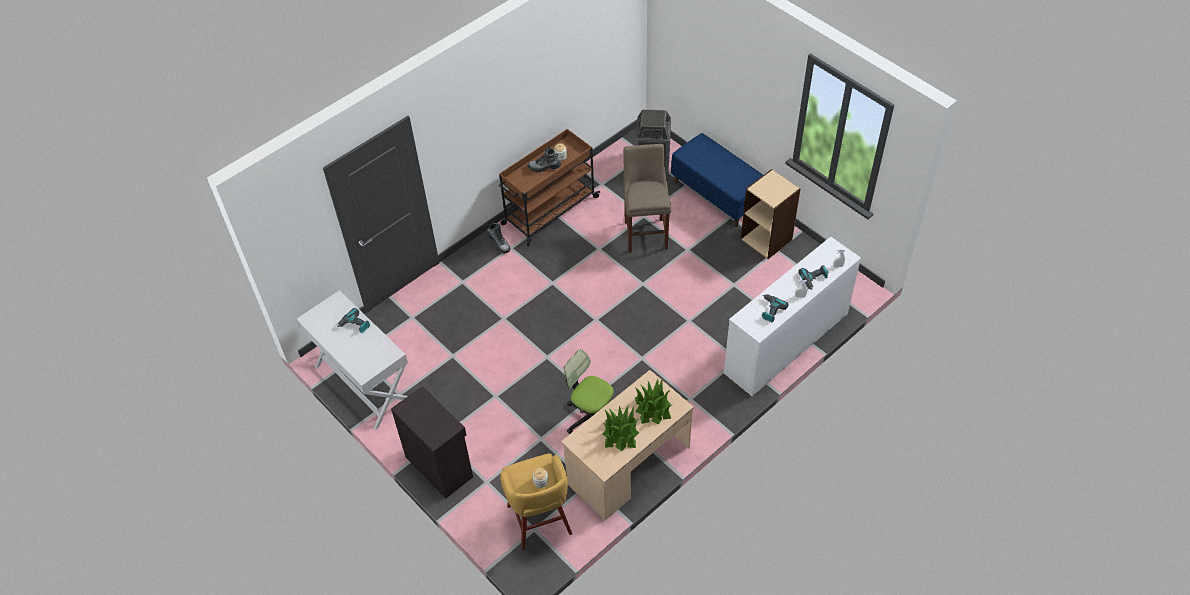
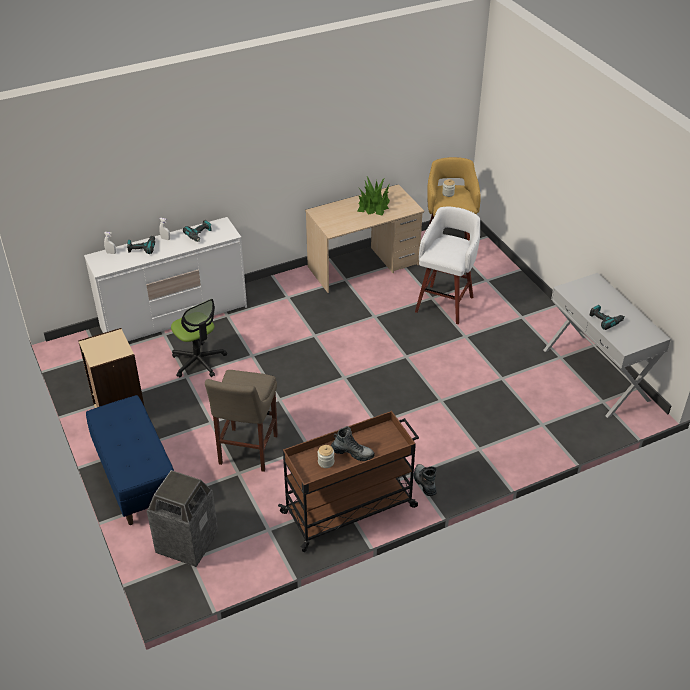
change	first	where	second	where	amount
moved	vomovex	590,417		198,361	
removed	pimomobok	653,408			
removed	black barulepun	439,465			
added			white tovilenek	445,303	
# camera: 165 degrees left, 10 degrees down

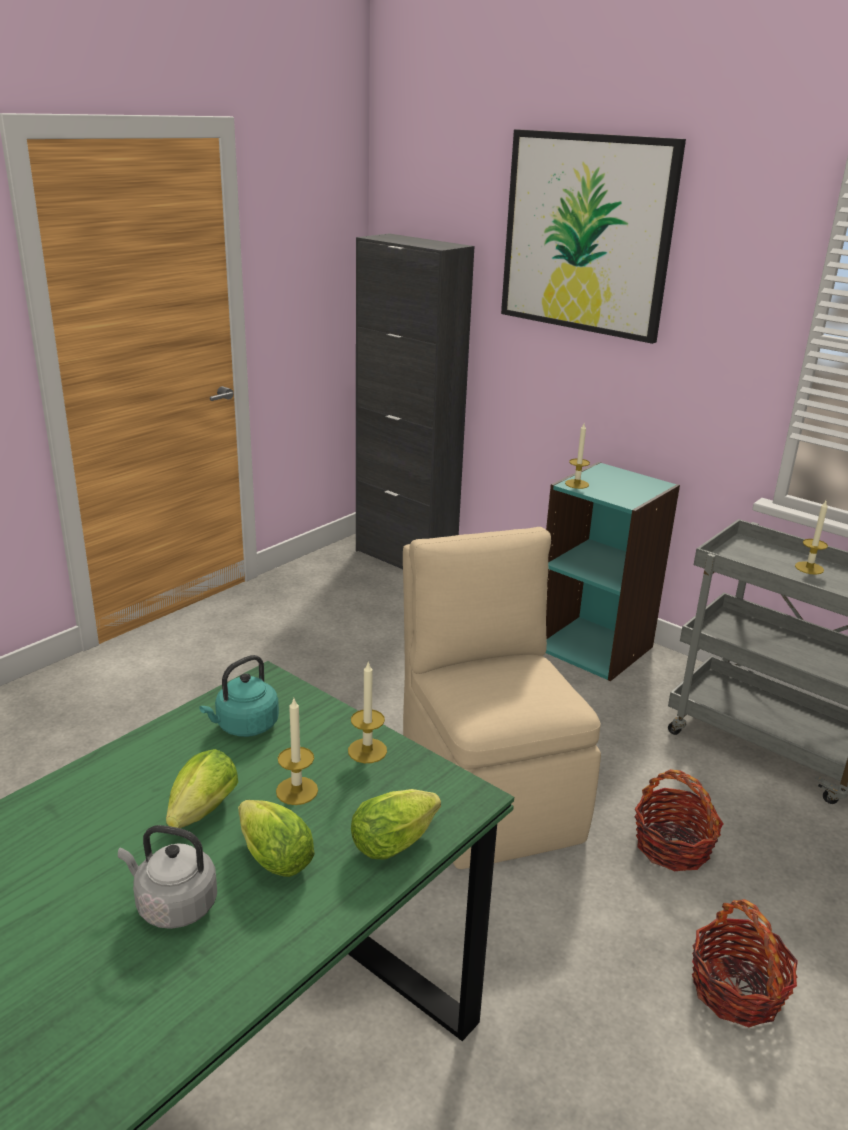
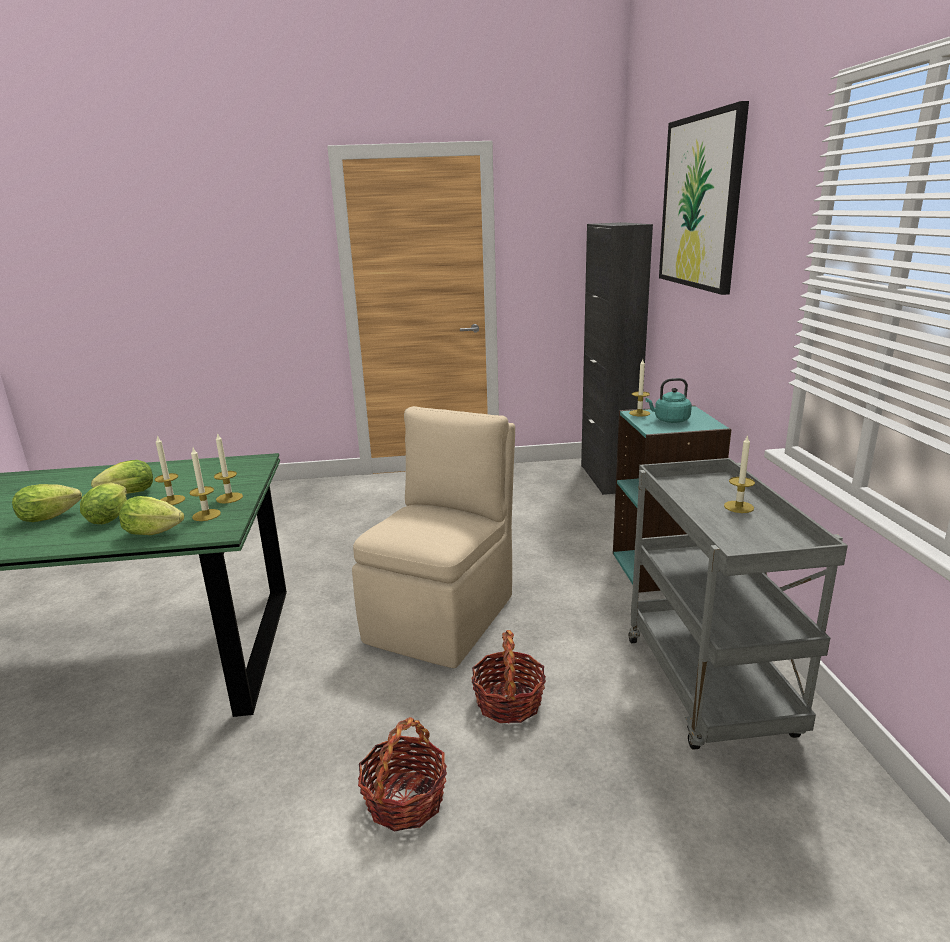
change	first	where	second	where	amount
moved	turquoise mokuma	244,726		669,420	
replaced	grey mokuma	173,905	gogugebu	53,517	
added			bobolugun	206,515	
# camera: 45 degrees right, 5 degrees down

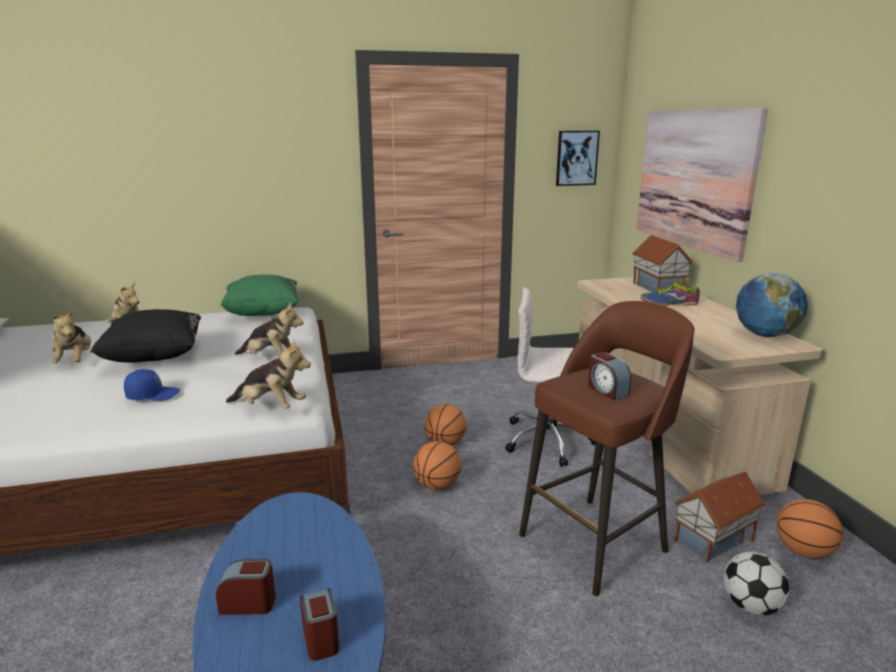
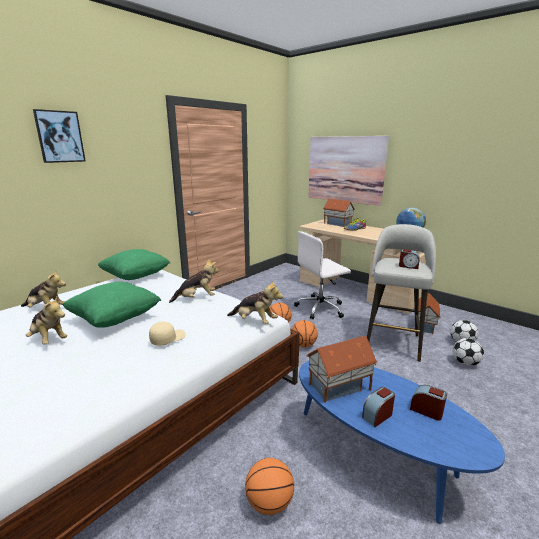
change	first	where	second	where	amount
moved	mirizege	576,158		60,137	
recoloured	brown tovilenek	596,541	grey tovilenek	392,342	
recoloured	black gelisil	154,358	green gelisil	115,319	
turned	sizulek	270,407		255,321	45 degrees clockwise
recoloured	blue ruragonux	153,395	beige ruragonux	167,338	
moved	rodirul	803,551		269,502	
added			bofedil	340,387	
added			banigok	465,363	
# camera: 35 degrees left, 0 degrees up

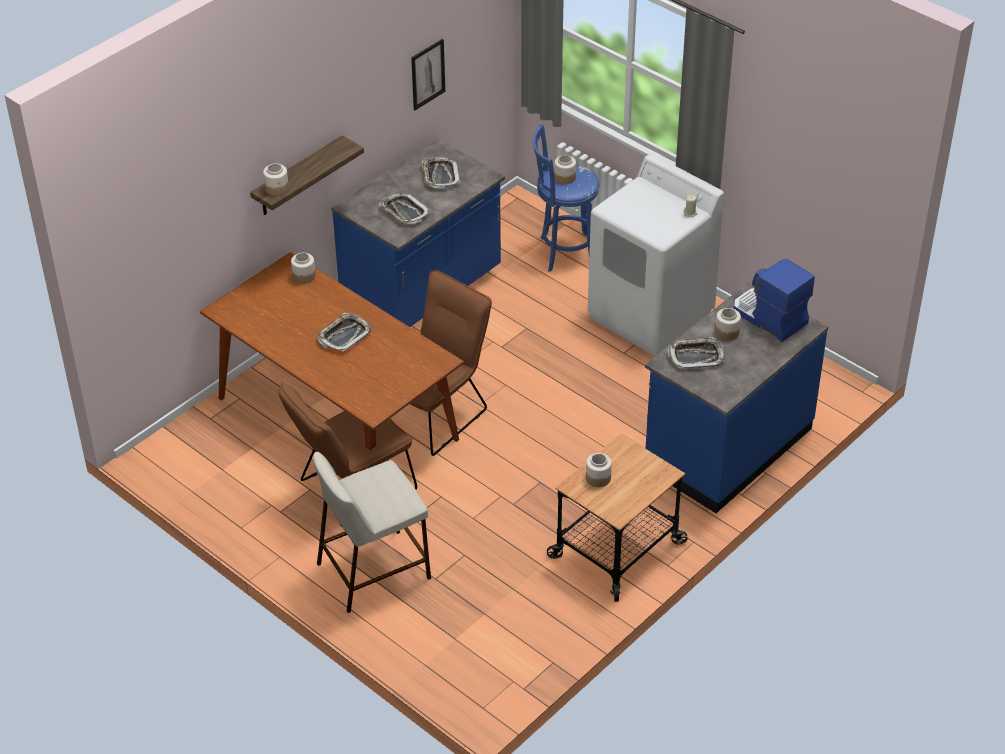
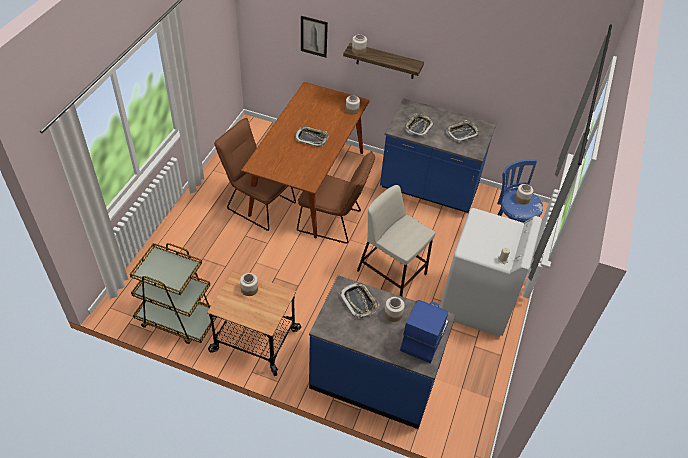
change	first	where	second	where	amount
moved	mirizege	427,74		314,36	
moved	beige tovilenek	375,570		392,272	
added			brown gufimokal	178,319	
# camera: 65 degrees right, 5 degrees up

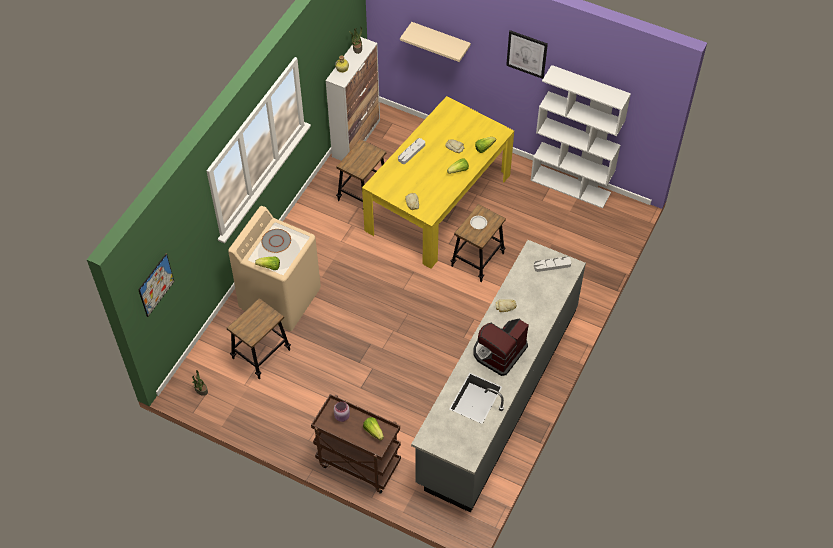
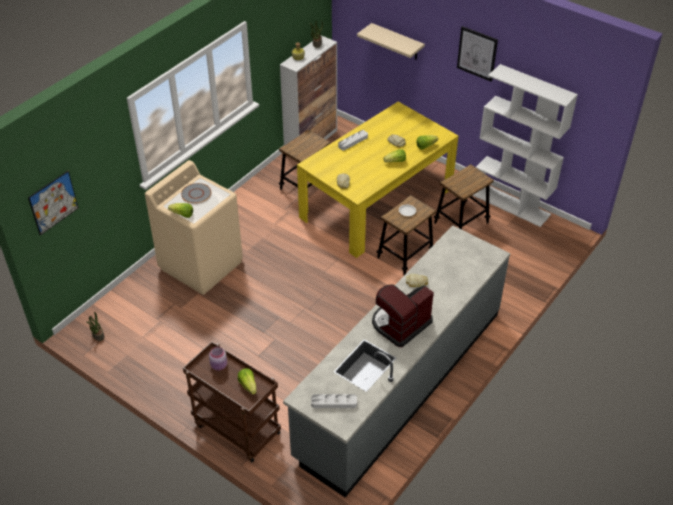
change	first	where	second	where	amount
moved	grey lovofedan	552,265		334,403	
moved	tovilenek	261,354		461,223	
# camera: 10 degrees right, 10 degrees down

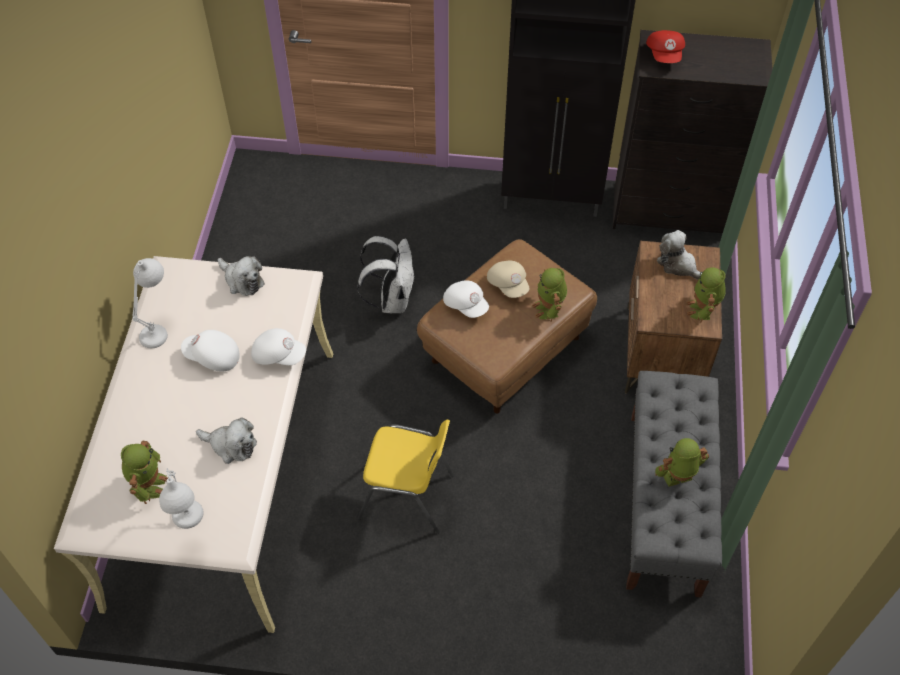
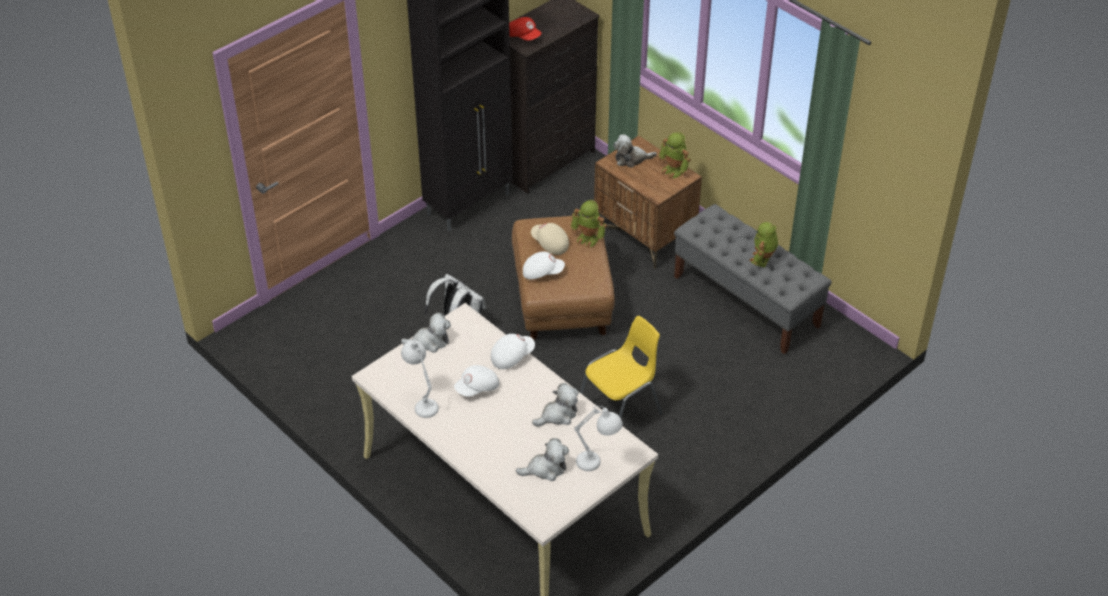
change	first	where	second	where	amount
turned	beige ruragonux	508,284		549,244	150 degrees counterclockwise
replaced	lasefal	149,484	sizulek	545,469	
# camera: 50 degrees left, 10 degrees down

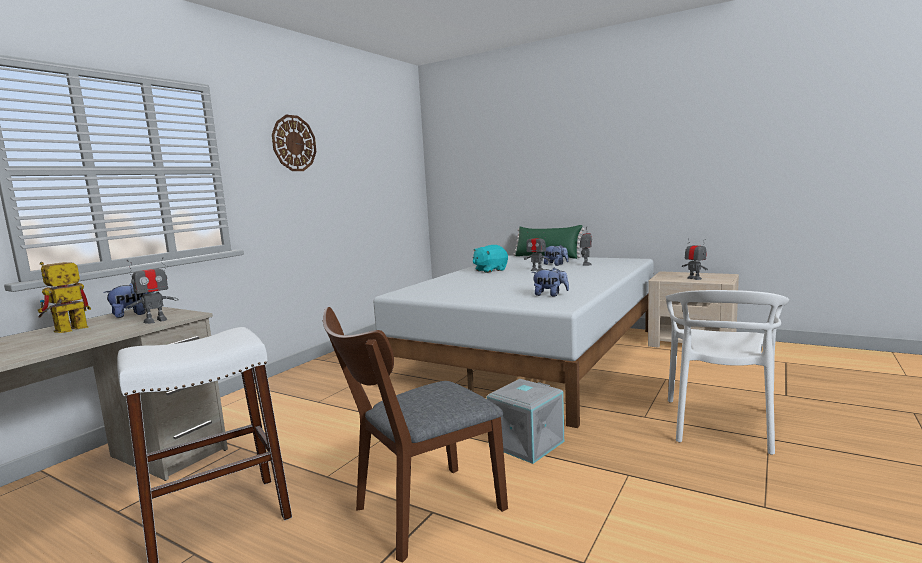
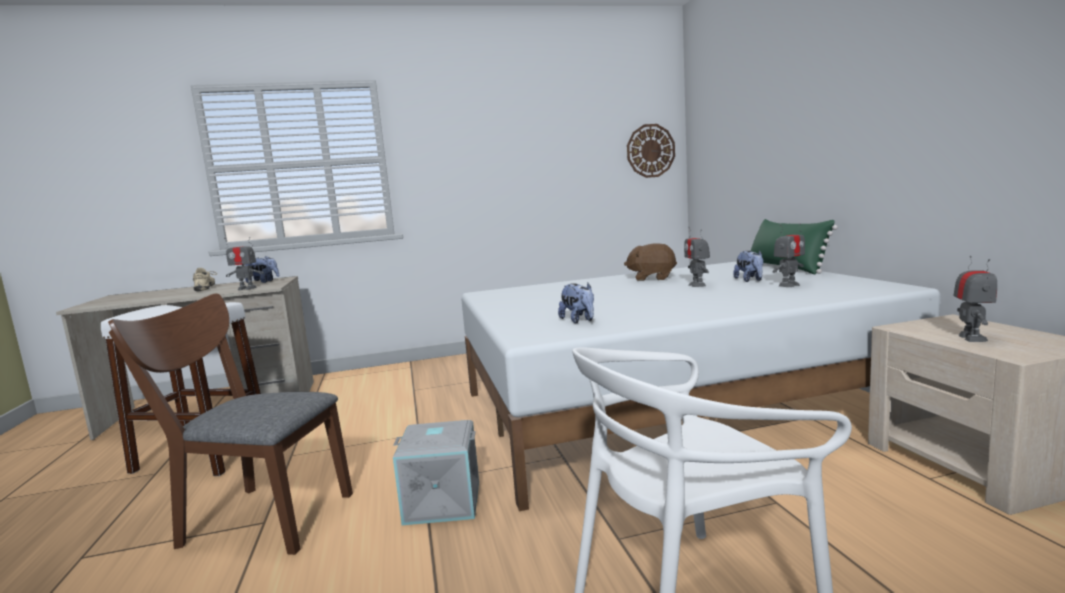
change	first	where	second	where	amount
moved	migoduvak	294,143		650,151	
recoloured	turquoise sizulek	490,270	brown sizulek	652,278	
replaced	lasefal	65,331	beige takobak	206,288	
# camera: 45 degrees right, 0 degrees up

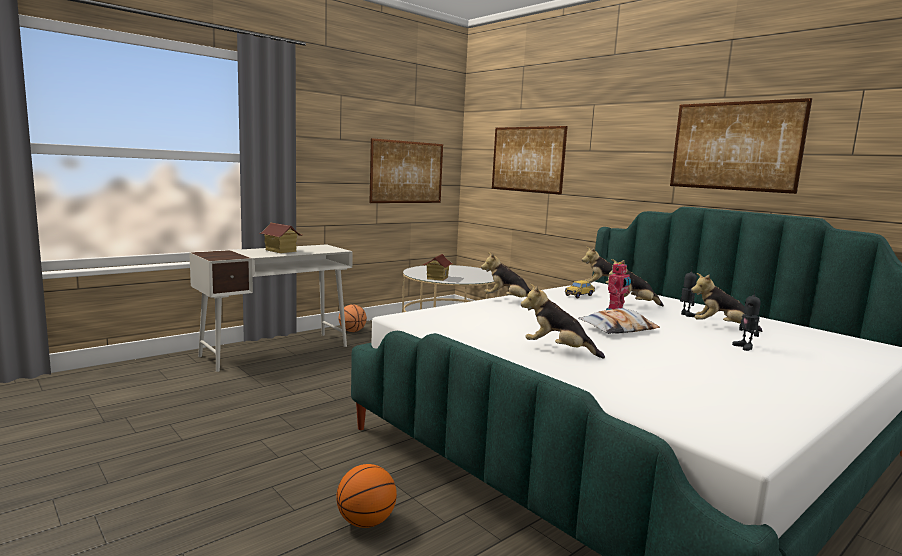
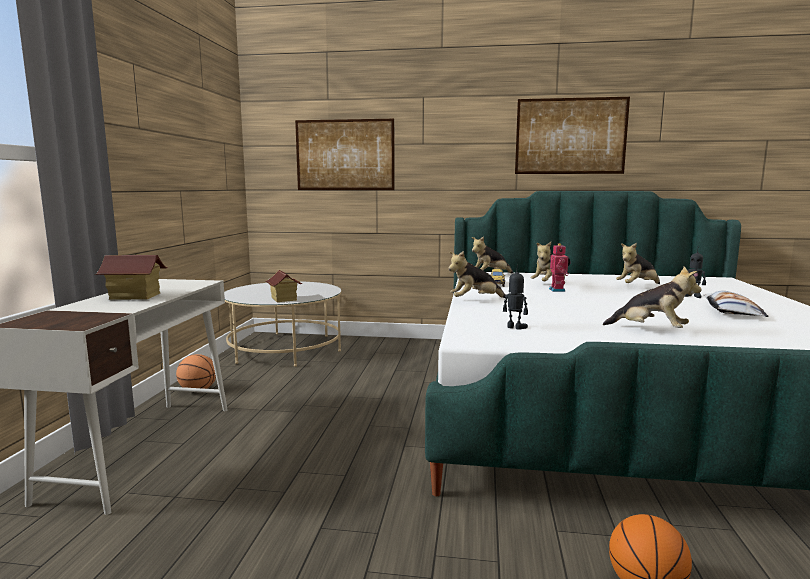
change	first	where	second	where	amount
removed	mirizege	407,172			
moved	lasefal	686,315		514,327	
turned	sizulek	558,350		650,330	135 degrees counterclockwise
moved	gelisil	618,329		731,311	
# camera: 40 degrees left, 0 degrees up

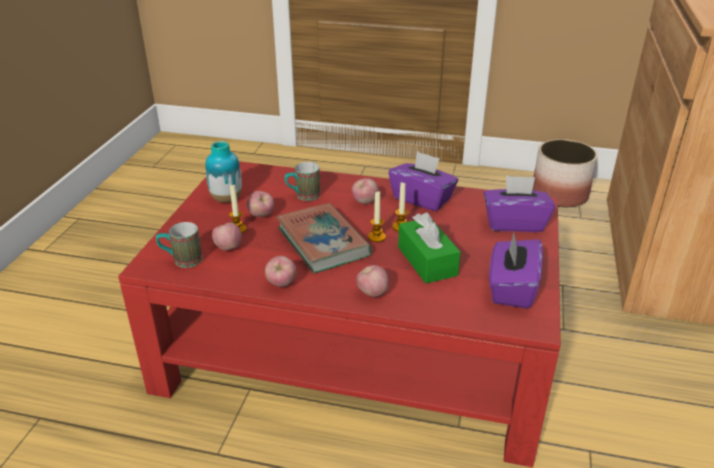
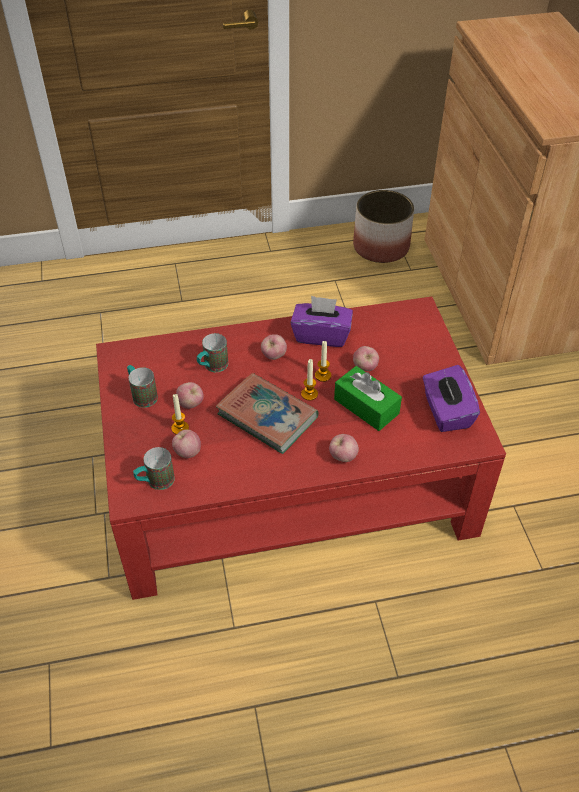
change	first	where	second	where	amount
replaced	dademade	226,199	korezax	142,395	
removed	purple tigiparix	514,223			
moved	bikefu	281,284		365,368	
# camera: 25 degrees left, 15 degrees up

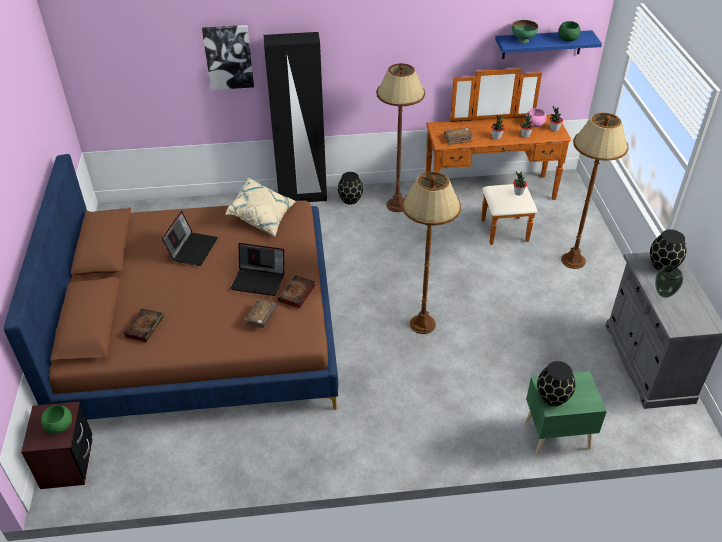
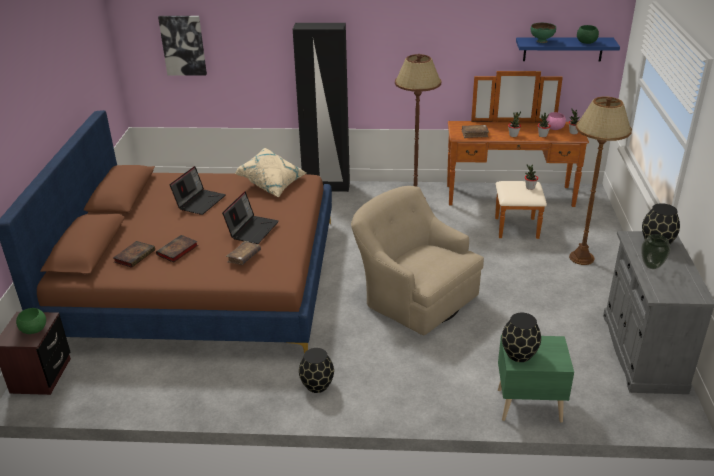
change	first	where	second	where	amount
moved	mirizege	228,57		183,45	
moved	black dademade	350,200		316,385	
replaced	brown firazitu	423,324	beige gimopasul	414,297	
turned	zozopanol	259,280		252,229	90 degrees counterclockwise
moved	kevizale	297,294		177,251	
# camera: 10 degrees right, 10 degrees down

